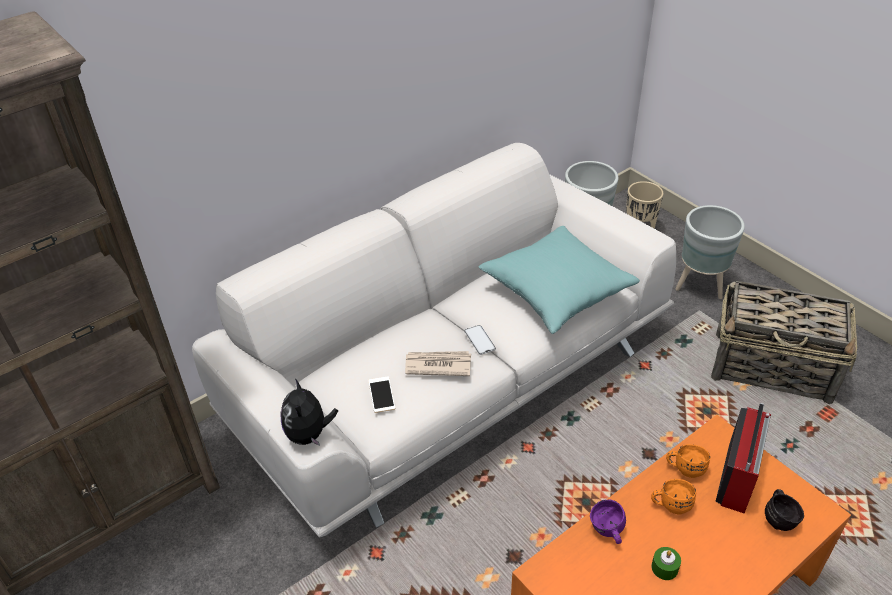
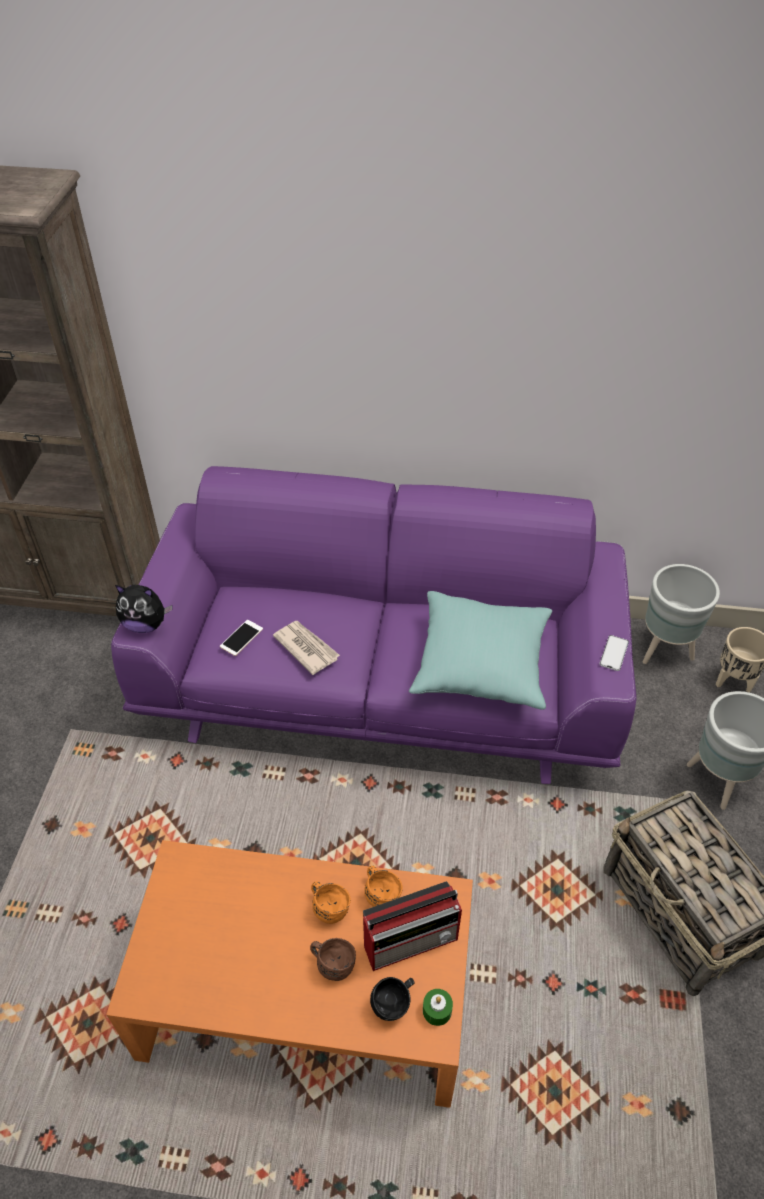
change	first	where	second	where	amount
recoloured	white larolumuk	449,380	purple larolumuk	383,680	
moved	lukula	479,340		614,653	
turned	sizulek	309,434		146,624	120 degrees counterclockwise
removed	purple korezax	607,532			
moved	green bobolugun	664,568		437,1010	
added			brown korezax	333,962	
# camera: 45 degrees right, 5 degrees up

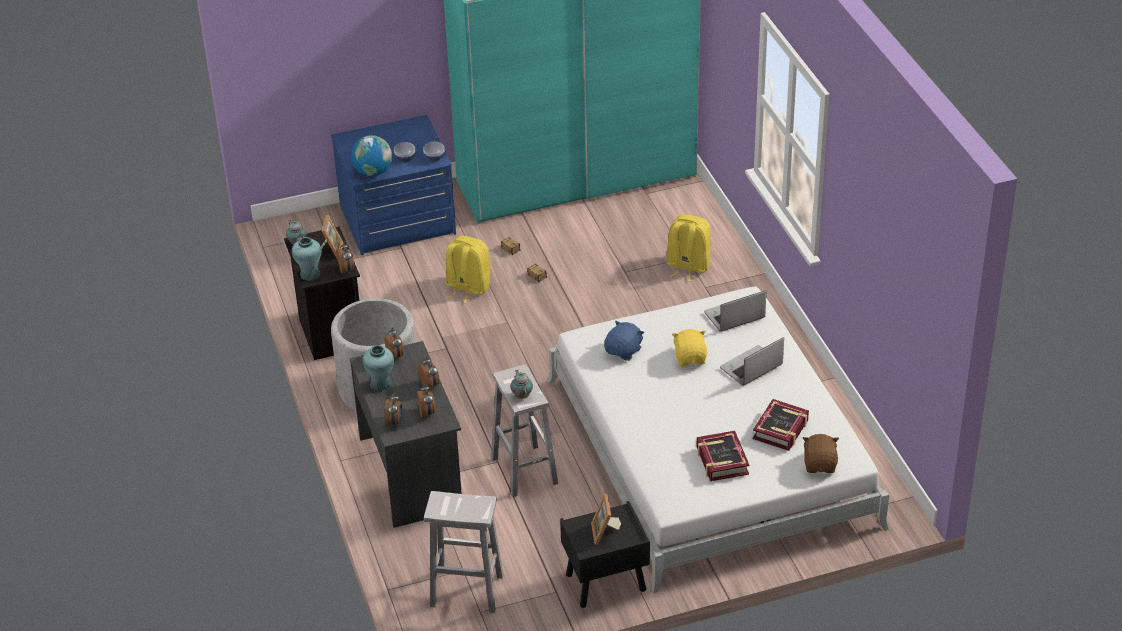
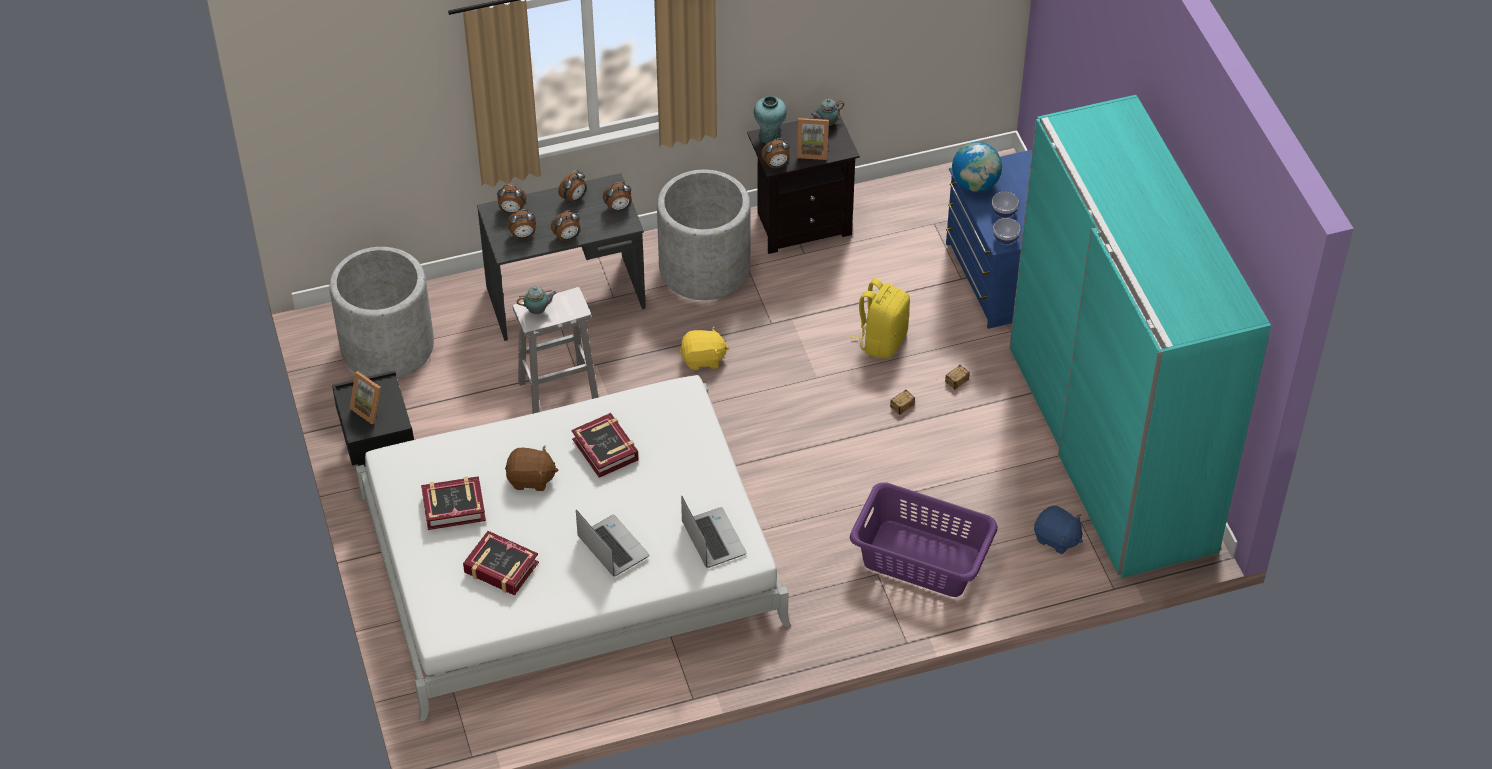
change	first	where	second	where	amount
replaced	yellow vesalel	687,266	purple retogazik	921,558	
moved	blue sizulek	624,351		1057,539	
moved	yellow sizulek	690,358		703,359	
replaced	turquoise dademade	380,384	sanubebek	574,198	
moved	brown sizulek	820,465		531,479	
replaced	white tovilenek	468,590	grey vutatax	387,346	
turned	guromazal	605,533		370,409	135 degrees counterclockwise
added			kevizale	606,449	
# camera: 90 degrees right, 10 degrees up

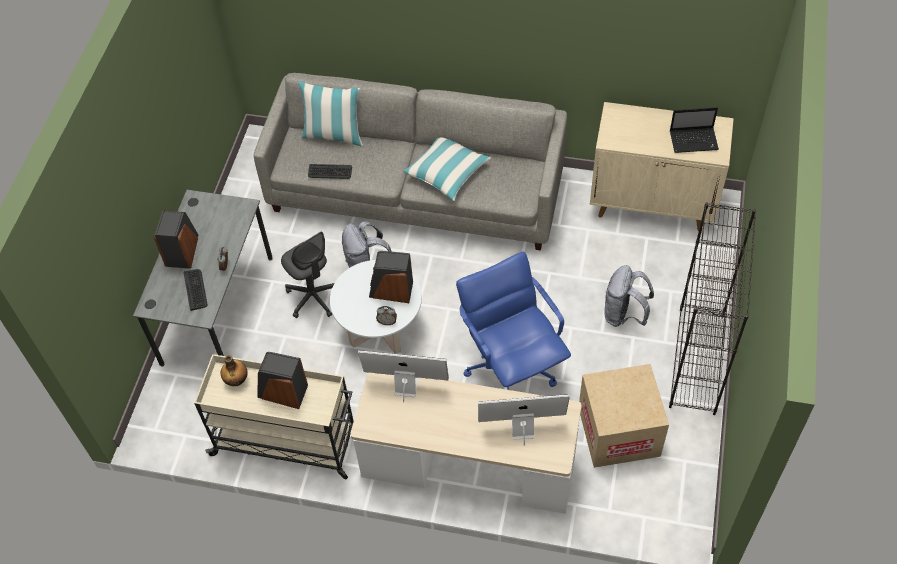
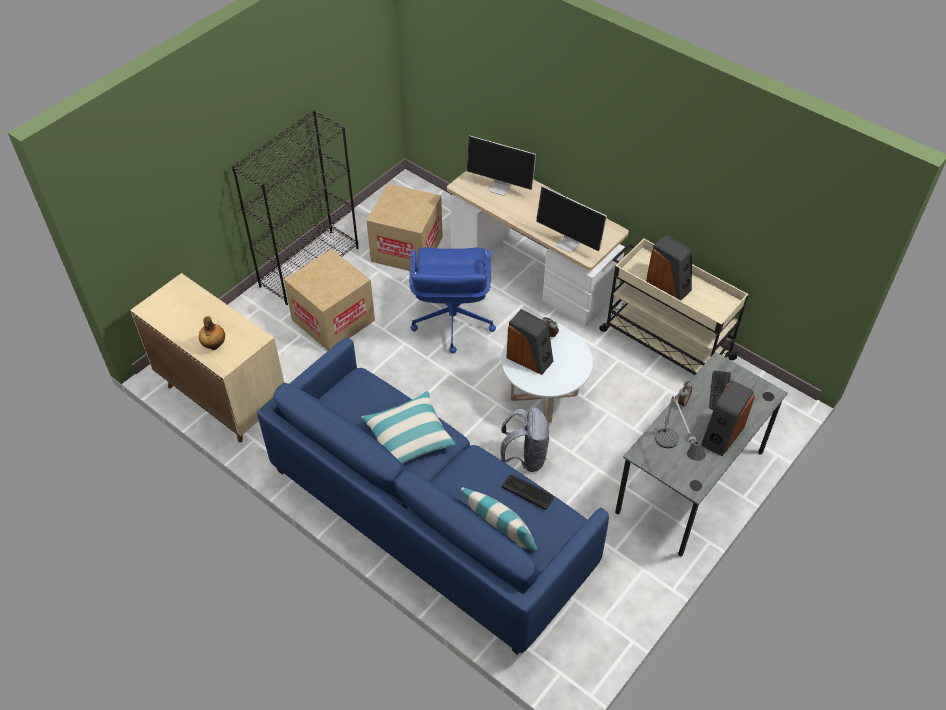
change	first	where	second	where	amount
recoloured	grey larolumuk	416,191	blue larolumuk	429,517	
removed	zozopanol	694,140			
removed	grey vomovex	313,297			
replaced	grey vesalel	624,314	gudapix	333,320	
moved	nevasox	237,380		214,345	
added			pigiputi	674,459	
# camera: 155 degrees left, 5 degrees down

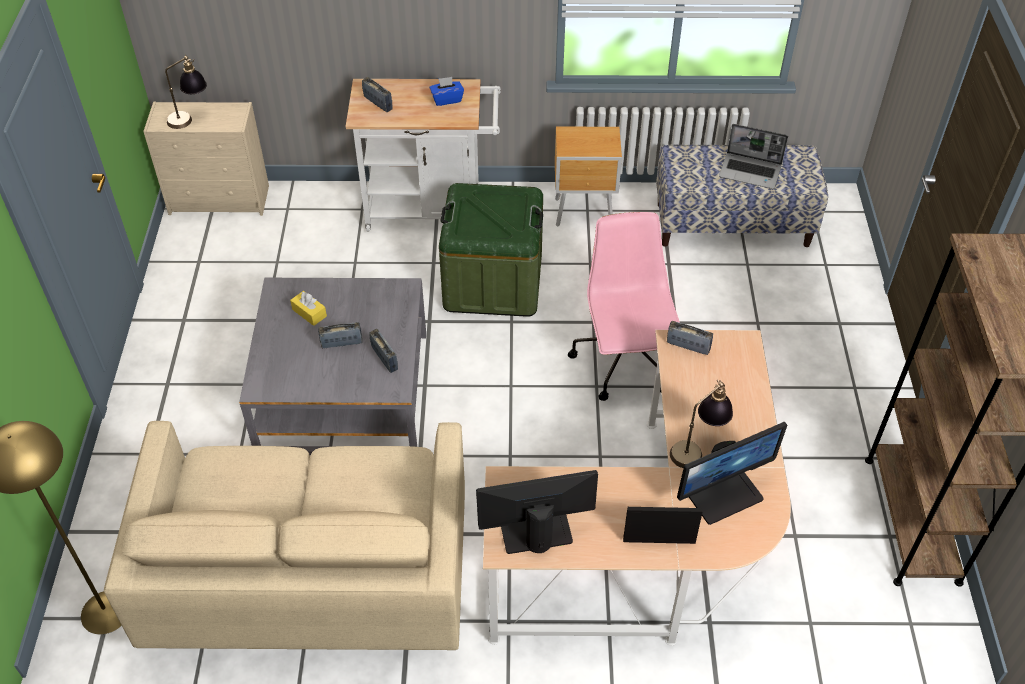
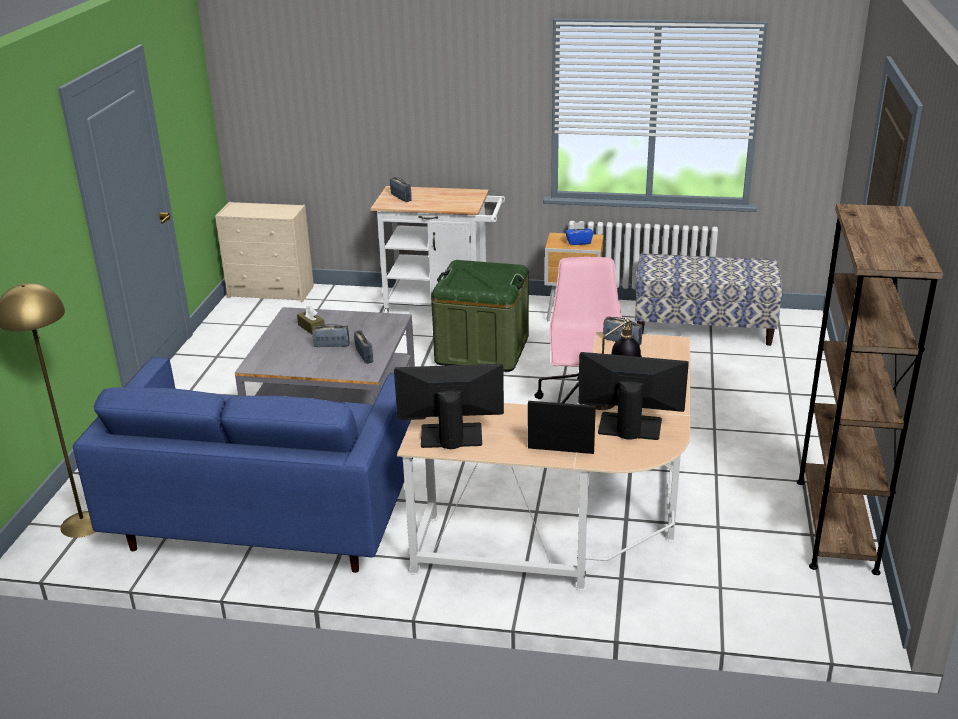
change	first	where	second	where	amount
removed	pigiputi	190,119			
moved	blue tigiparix	447,99		578,242	
removed	zozopanol	751,172			
recoloured	yellow tigiparix	309,313	brown tigiparix	311,327	
recoloured	beige larolumuk	312,580	blue larolumuk	265,519	
turned	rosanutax	724,494		629,427	150 degrees counterclockwise
# camera: 10 degrees right, 20 degrees down

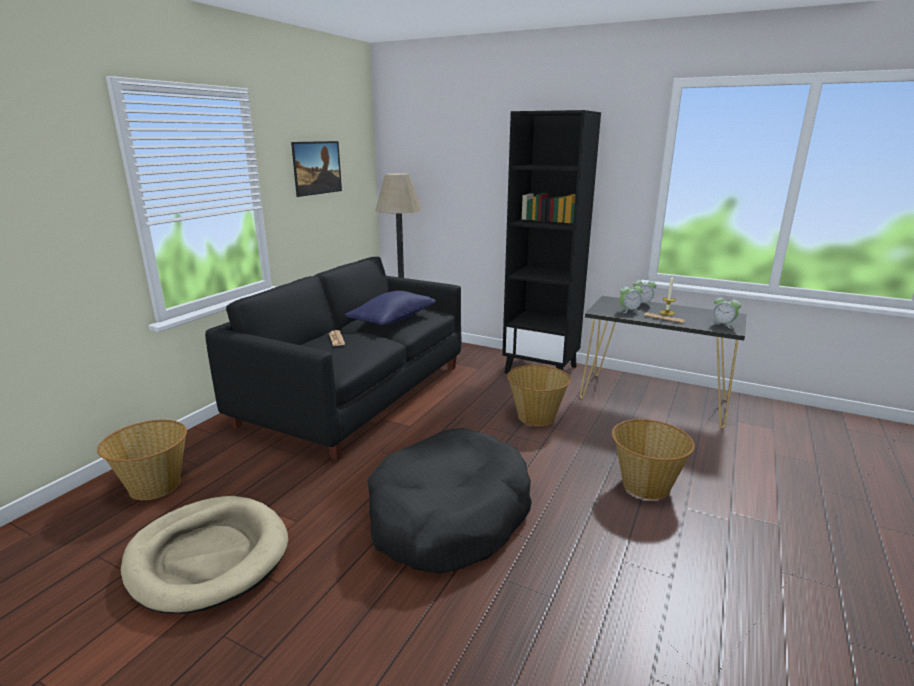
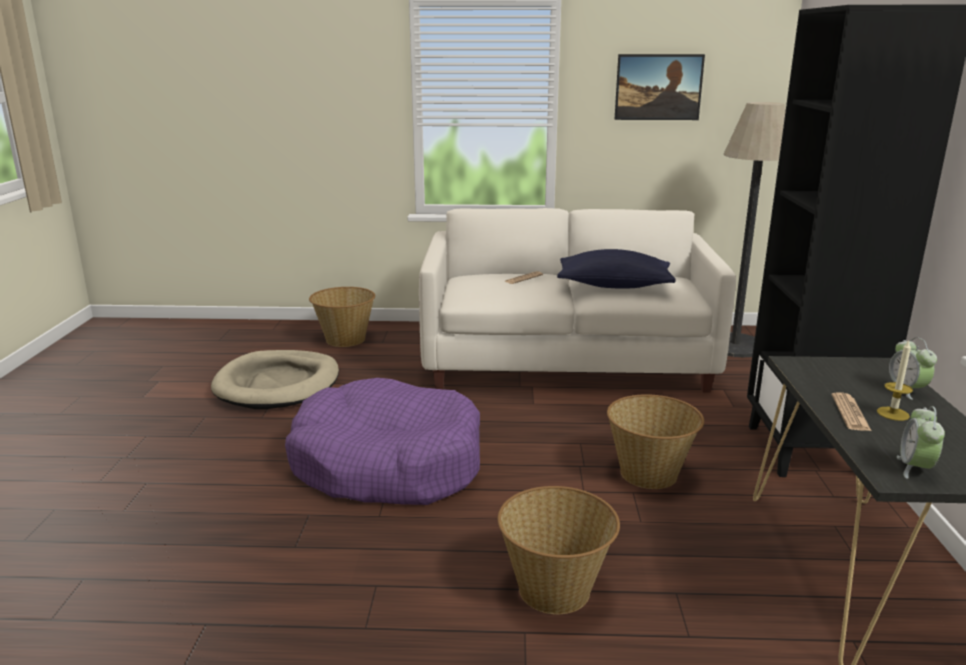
change	first	where	second	where	amount
recoloured	black larolumuk	356,394	white larolumuk	567,360	
removed	sanubebek	629,310			
recoloured	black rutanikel	449,516	purple rutanikel	387,464	
# camera: 65 degrees right, 0 degrees up

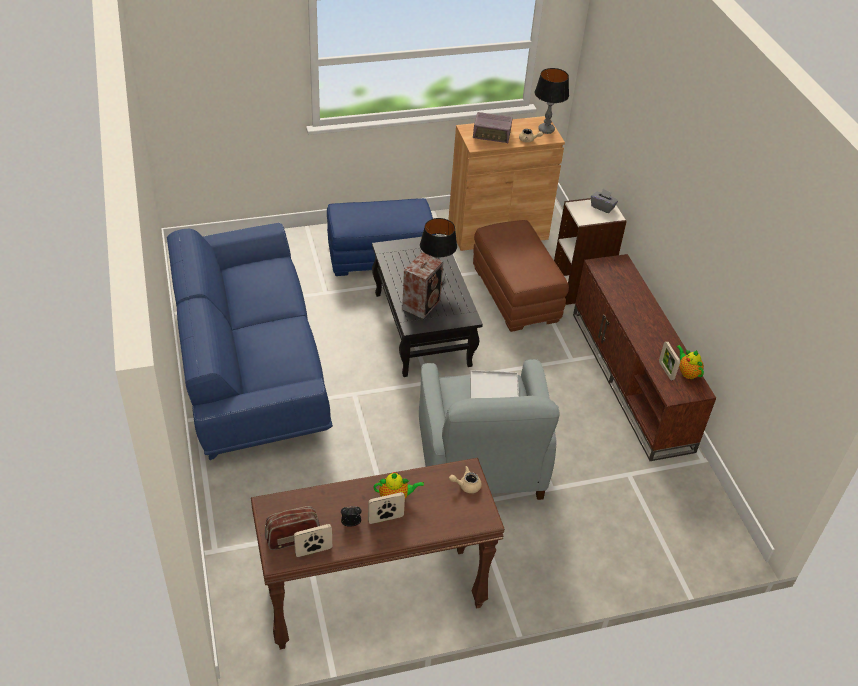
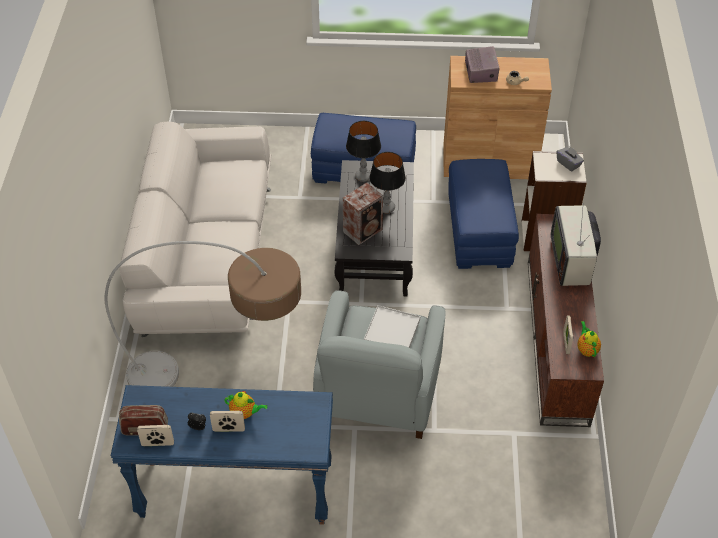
change	first	where	second	where	amount
moved	pigiputi	546,130		363,176	
turned	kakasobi	492,135		481,71	120 degrees counterclockwise
recoloured	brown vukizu	516,295	blue vukizu	479,232	
recoloured	blue larolumuk	249,364	white larolumuk	206,254	
recoloured	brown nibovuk	374,598	blue nibovuk	234,493	
removed	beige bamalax	466,485			
added			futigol	573,260	
added			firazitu	224,377	
# camera: 20 degrees right, 5 degrees up

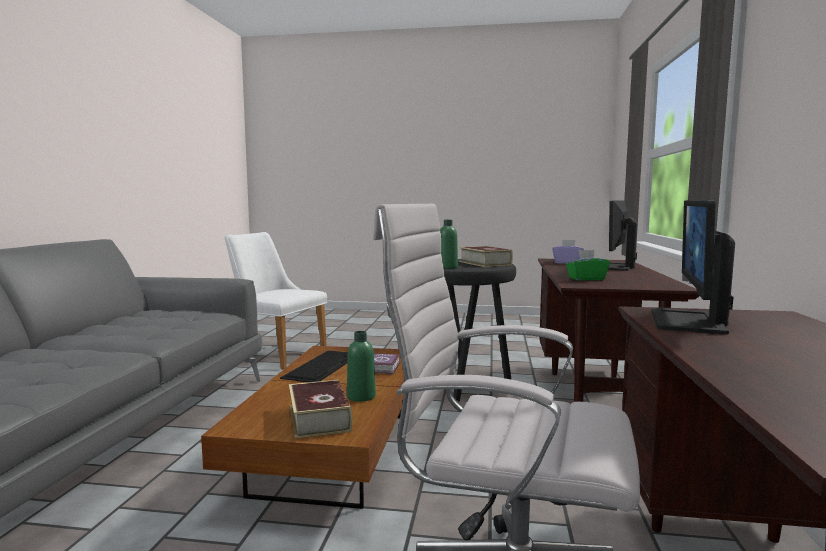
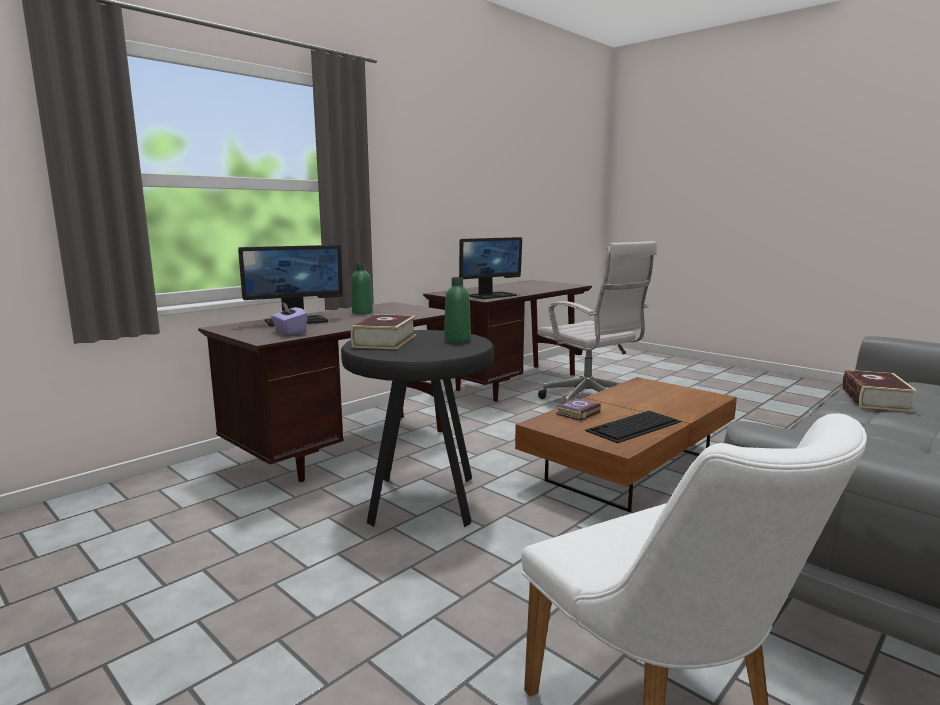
change	first	where	second	where	amount
removed	green tigiparix	586,279			
moved	green nevasox	361,397		362,312	
moved	kevizale	319,418		875,399	
# camera: 145 degrees left, 5 degrees up

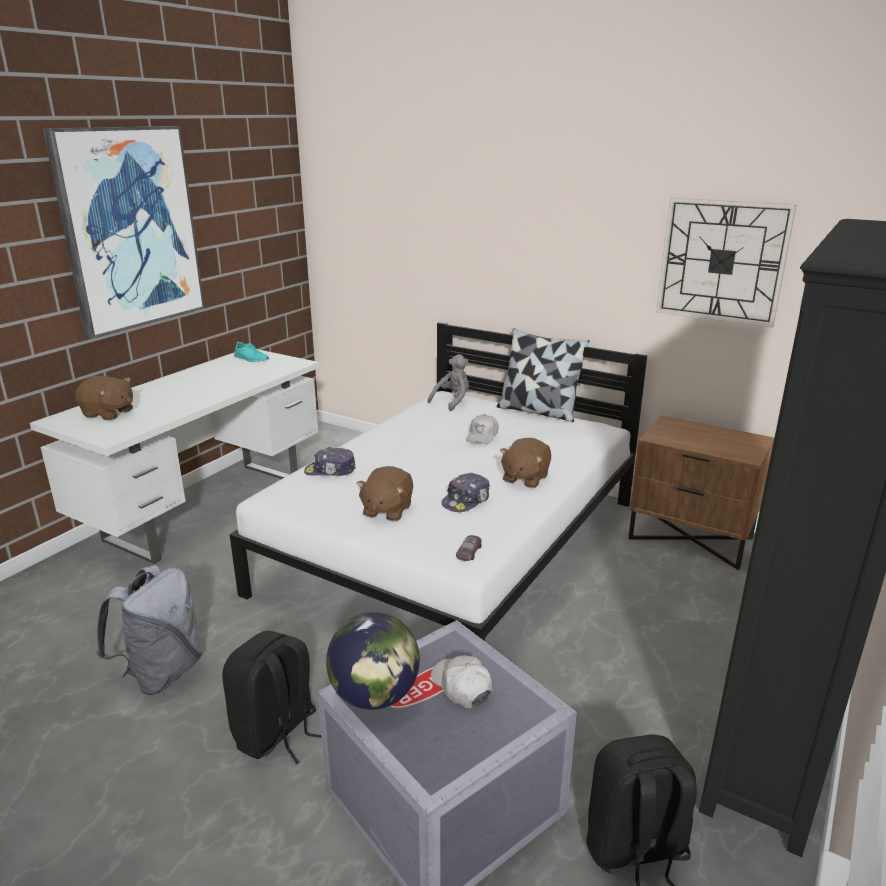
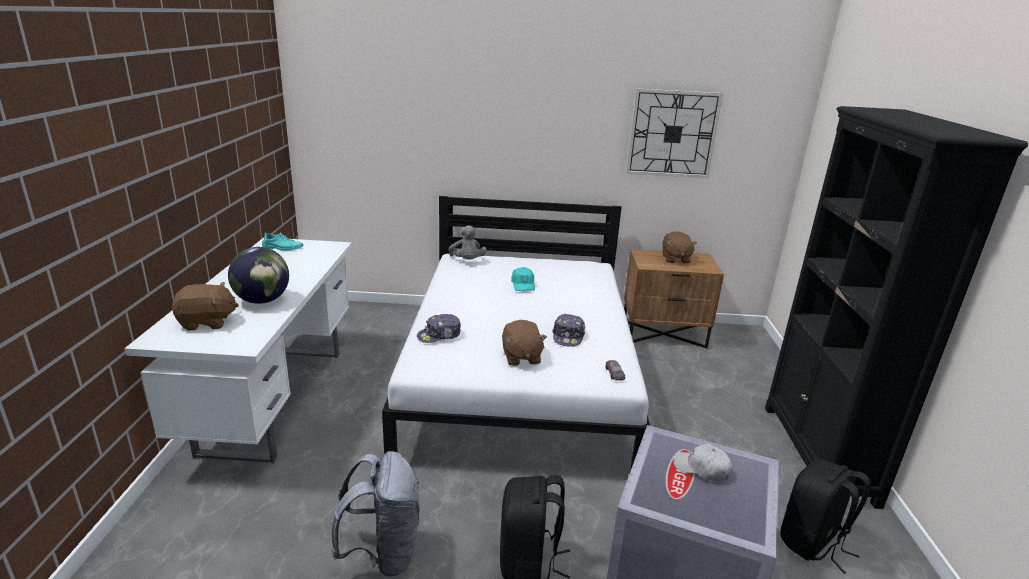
change	first	where	second	where	amount
removed	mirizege	129,229			
removed	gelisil	538,411			
turned	grey sizulek	452,401		467,261	150 degrees clockwise
recoloured	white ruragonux	482,436	turquoise ruragonux	523,285	
moved	brown sizulek	525,478		675,259	
moved	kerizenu	375,696		262,301	
# camera: 30 degrees left, 0 degrees up

